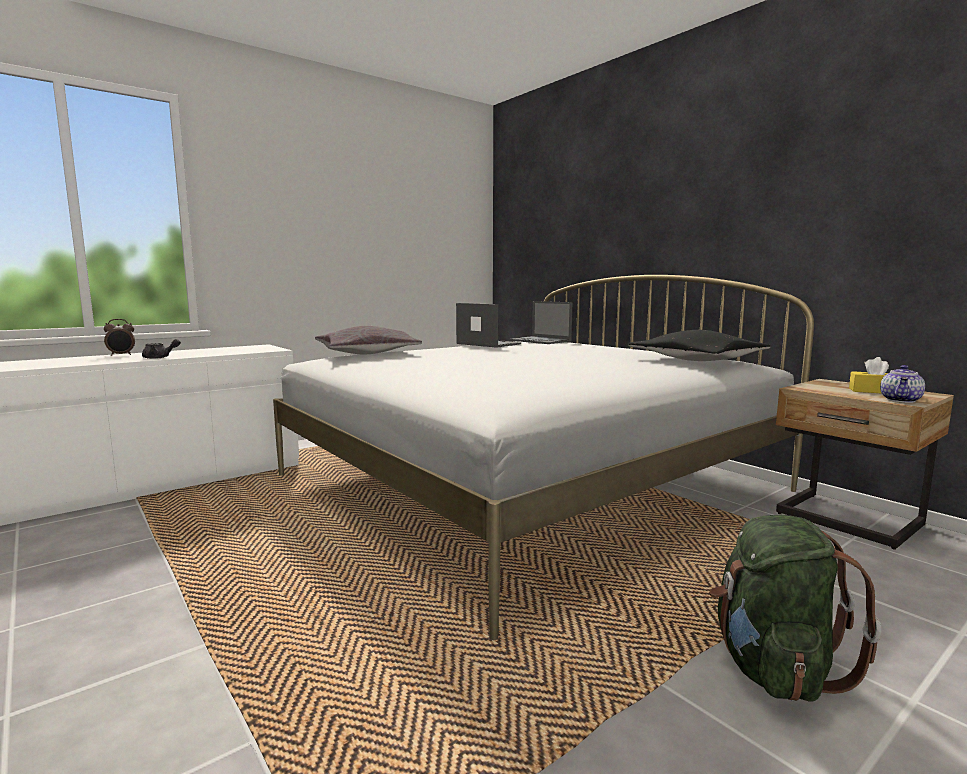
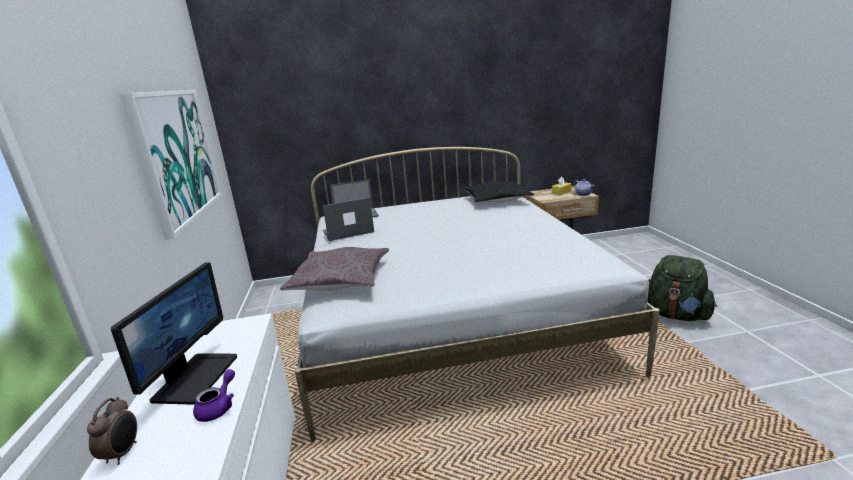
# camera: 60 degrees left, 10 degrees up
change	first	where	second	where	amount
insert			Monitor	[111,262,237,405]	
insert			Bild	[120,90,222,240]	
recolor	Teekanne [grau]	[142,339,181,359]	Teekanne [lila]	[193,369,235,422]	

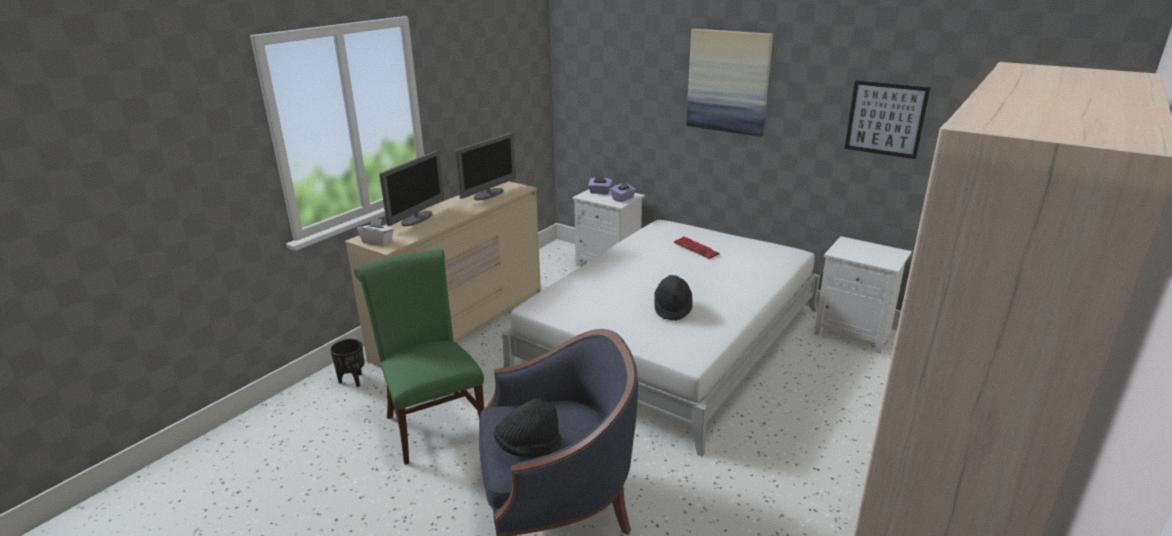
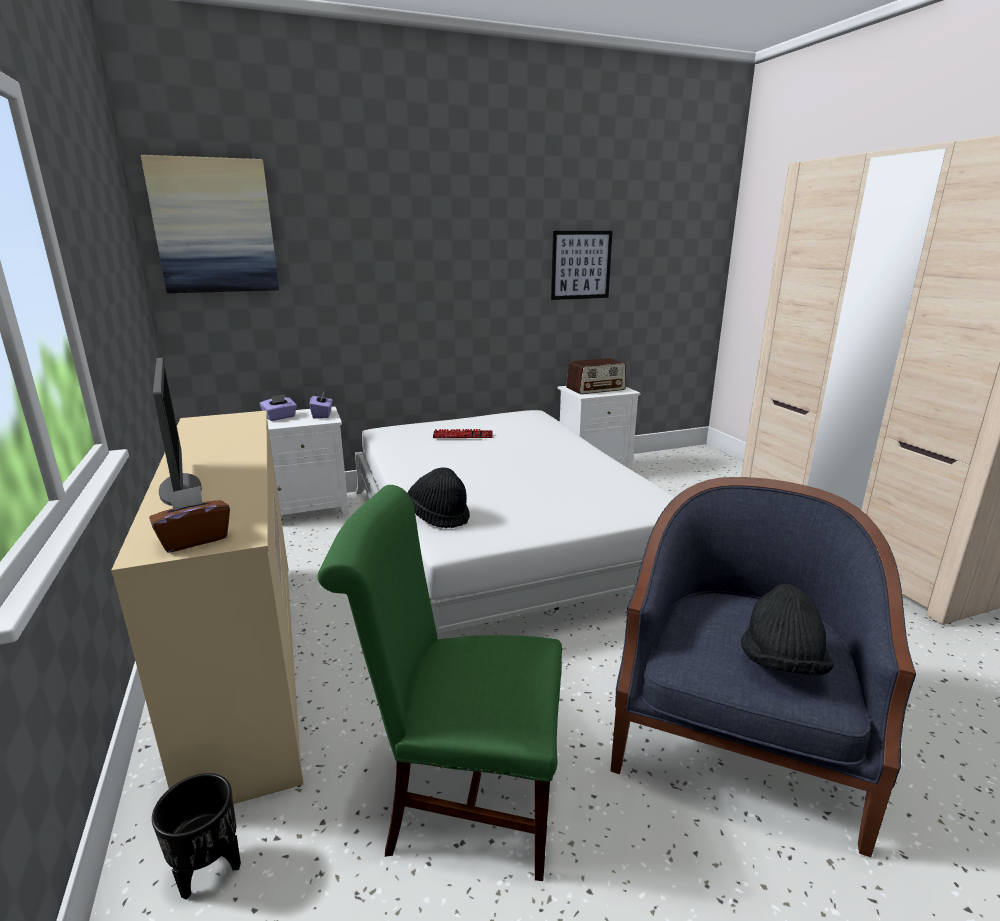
# camera: 55 degrees left, 5 degrees down
change	first	where	second	where	amount
move	Bild	[686,29,773,137]		[141,155,279,293]	
recolor	Taschentuchbox [weiß]	[357,218,394,246]	Taschentuchbox [braun]	[149,486,230,553]	
move	Hut [schwarz]	[654,275,693,321]		[408,468,470,528]	
insert			Radio	[566,358,626,394]	
delete	Monitor	[455,133,516,200]			

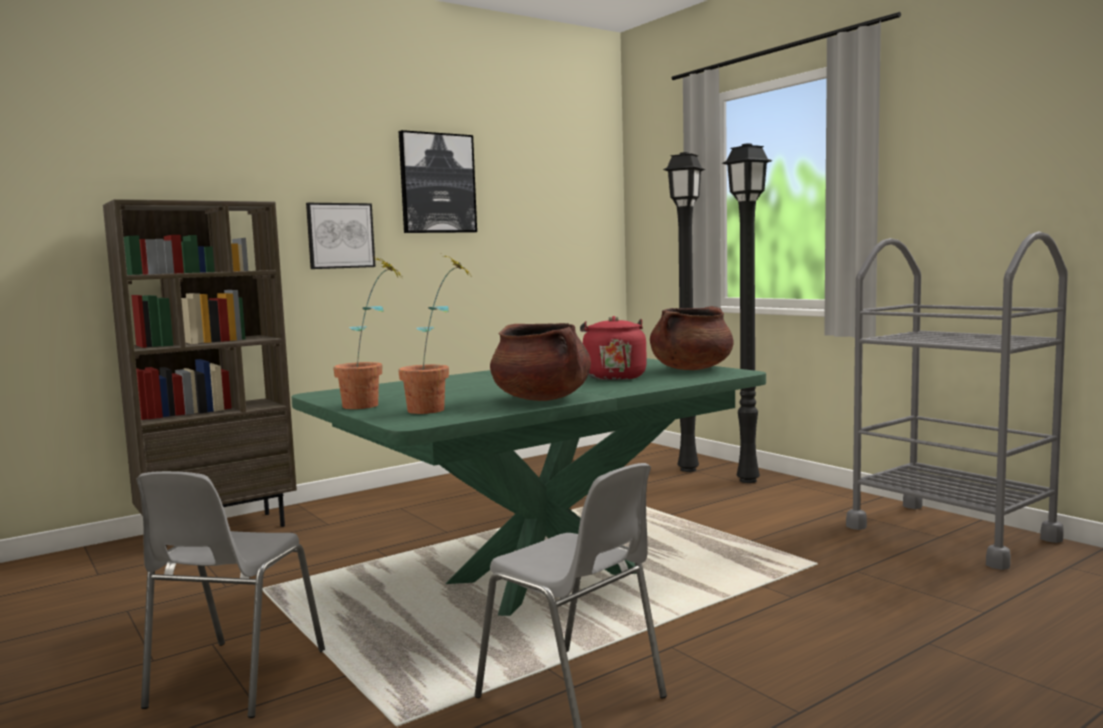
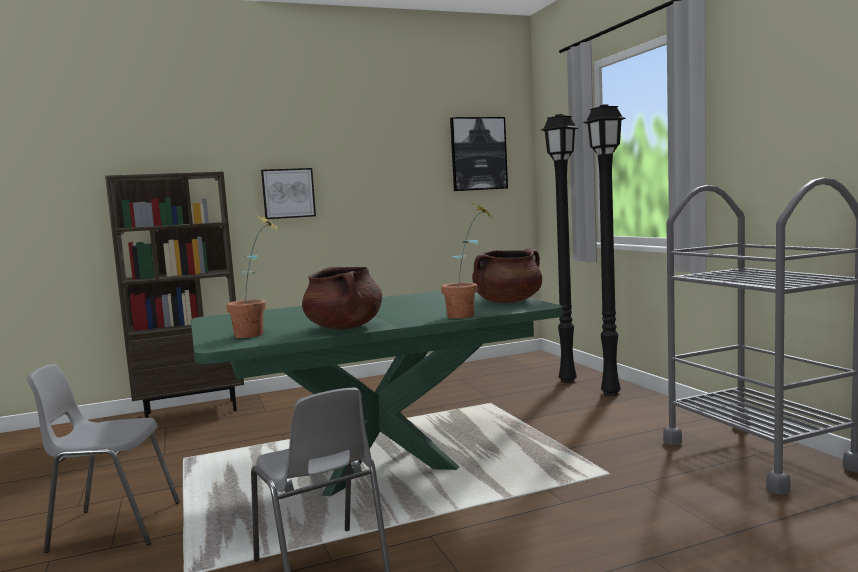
# camera: 15 degrees right, 0 degrees up
change	first	where	second	where	amount
rotate	Stuhl [grau]	[136,471,325,718]		[27,364,180,553]	60 degrees clockwise
move	Topfpflanze	[333,255,403,409]		[441,203,495,318]	
move	Bild	[399,130,477,233]		[450,117,508,191]	
delete	Wasserkessel [rot]	[580,316,647,380]			

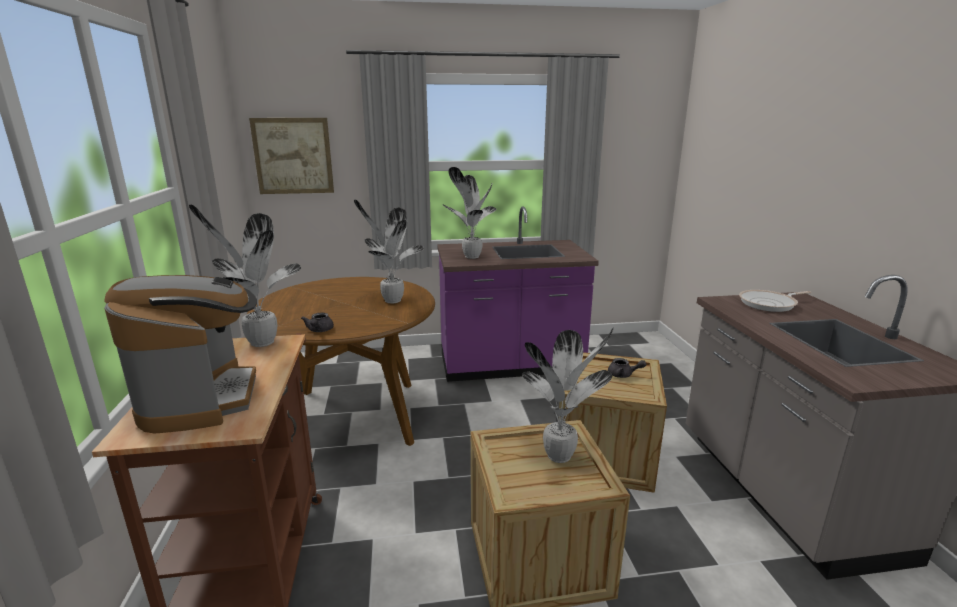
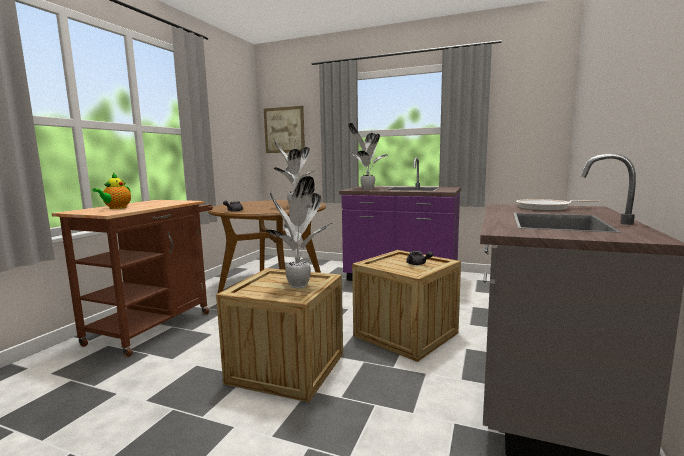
# camera: 30 degrees right, 10 degrees down
change	first	where	second	where	amount
replace	Kaffeemaschine	[104,275,257,433]	Teekanne	[92,173,131,209]	
delete	Topfpflanze	[189,204,301,347]			

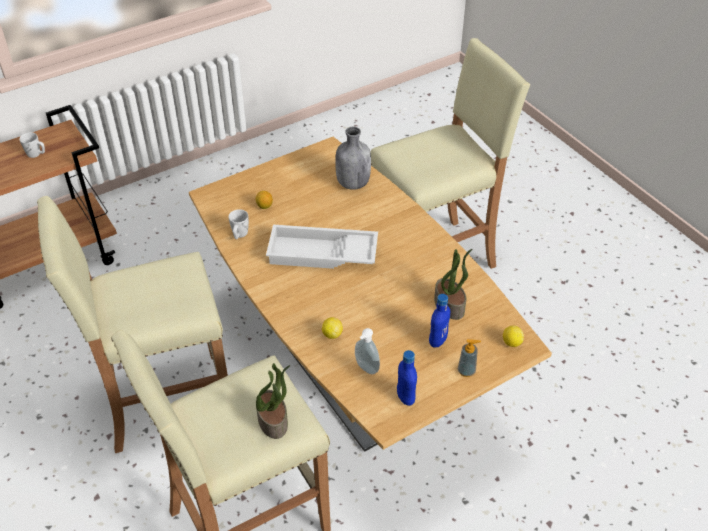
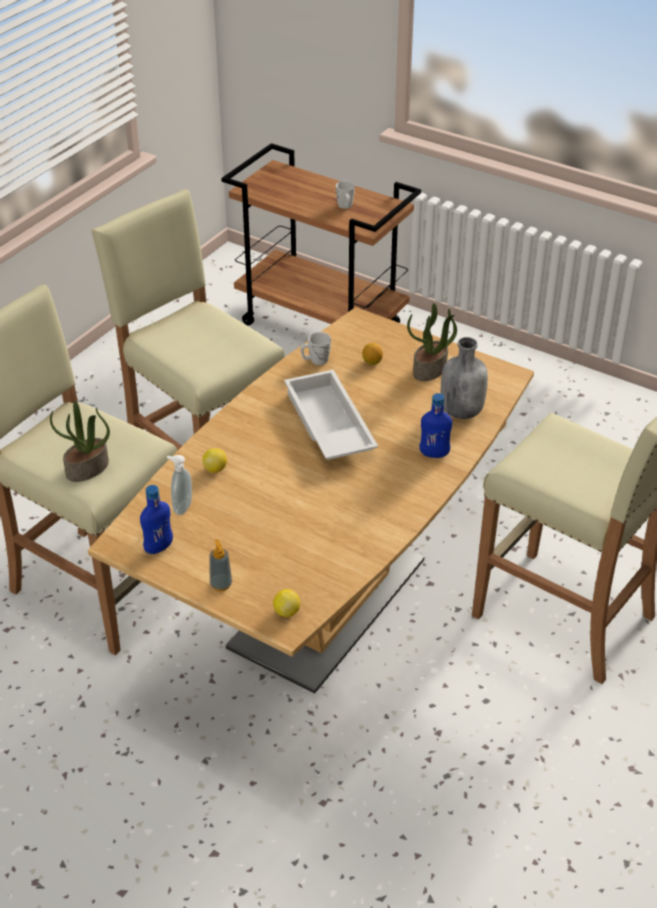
# camera: 65 degrees right, 5 degrees down
change	first	where	second	where	amount
move	Topfpflanze	[434,249,473,320]		[407,303,457,381]	
move	Flasche [blau]	[429,294,450,348]		[420,393,452,458]	

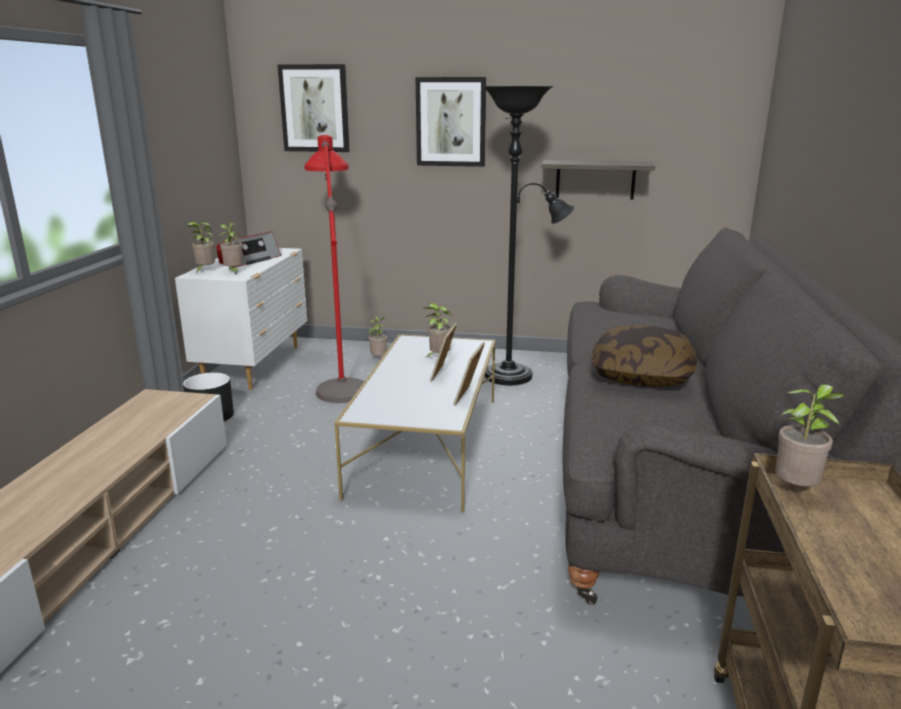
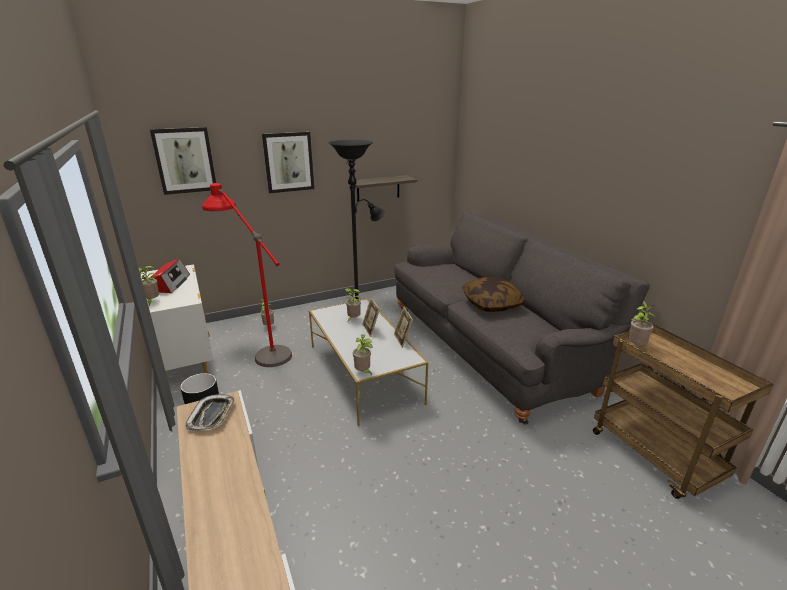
# camera: 35 degrees left, 5 degrees up
change	first	where	second	where	amount
insert			Tablett	[186,394,234,431]	
move	Topfpflanze	[219,223,243,275]		[353,334,372,375]	

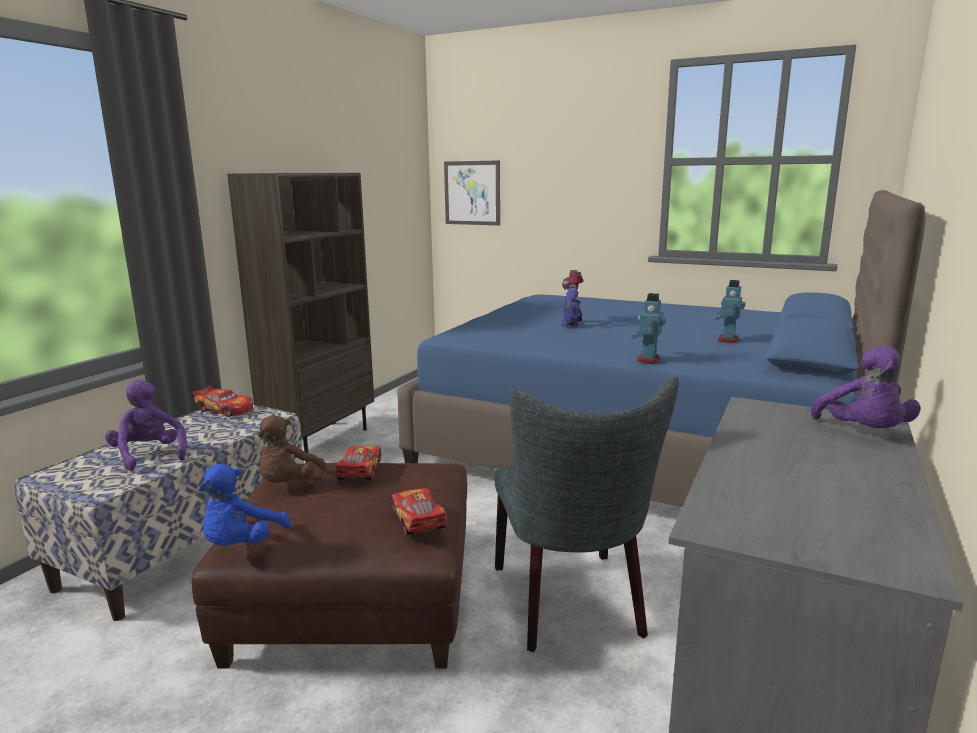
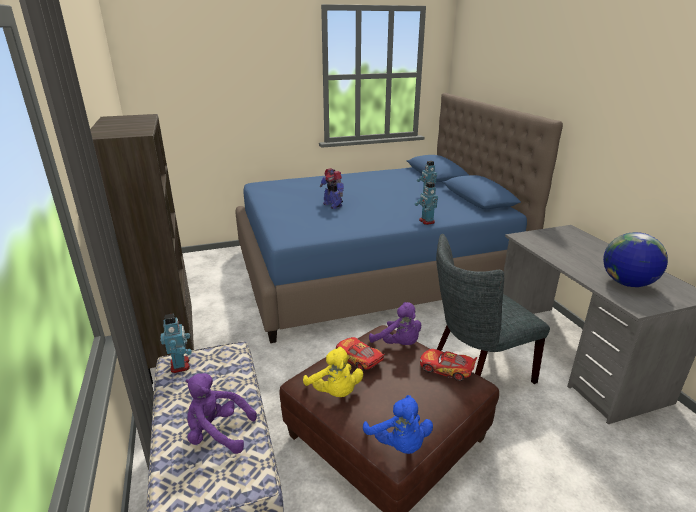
# camera: 45 degrees left, 10 degrees up
change	first	where	second	where	amount
replace	Spielzeugauto	[193,386,253,417]	Spielzeugroboter	[160,313,192,373]	
recolor	Plüschtier [braun]	[258,415,327,483]	Plüschtier [gelb]	[303,347,363,397]	
move	Plüschtier [lila]	[811,345,921,428]		[369,302,421,345]	
rotate	Stuhl [grau]	[494,377,679,652]		[436,234,550,384]	120 degrees clockwise
insert			Globus	[603,232,668,287]	
delete	Bild	[444,160,500,225]			

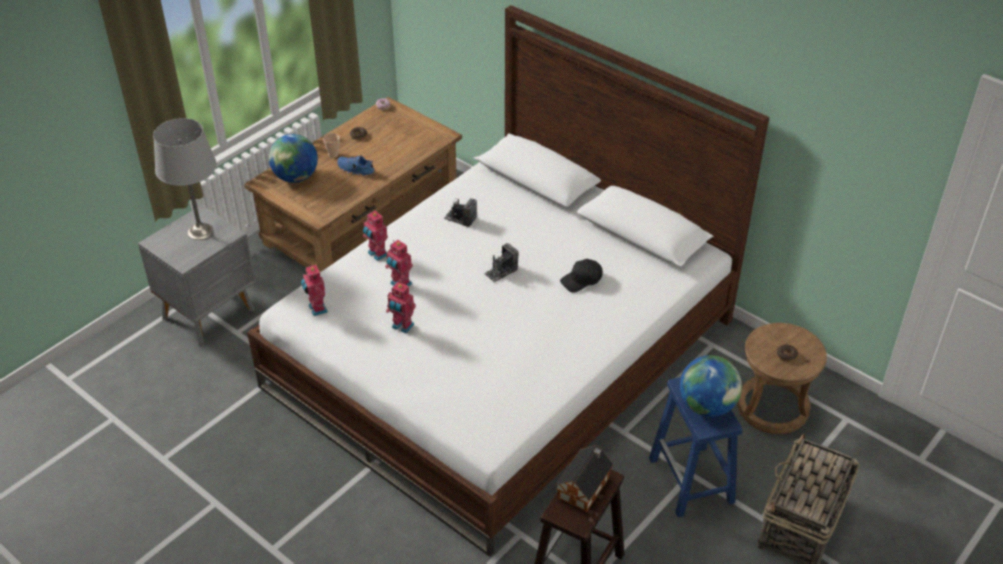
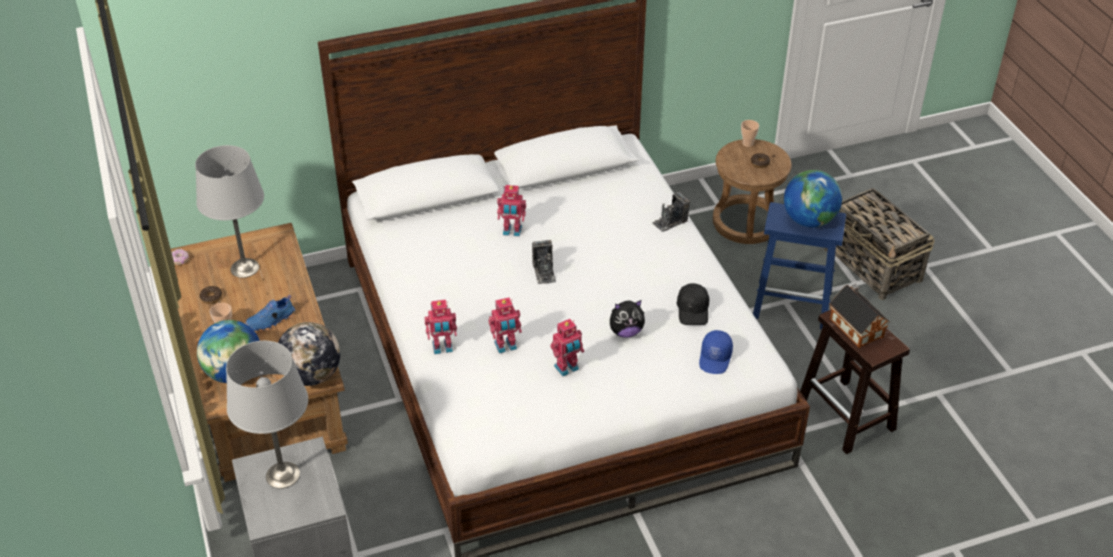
# camera: 60 degrees left, 0 degrees up
change	first	where	second	where	amount
insert			Tischlampe [grau]	[195,145,264,278]	
insert			Globus	[278,322,340,386]	
move	Spielzeugroboter	[301,264,328,316]		[497,185,526,236]	
insert			Plüschtier	[610,300,645,338]	
move	Kamera	[444,198,477,227]		[652,192,690,232]	
move	Kappe [schwarz]	[560,259,603,293]		[677,283,709,325]	
insert			Kappe [blau]	[699,330,733,374]	
insert			Tasse	[741,120,759,147]	

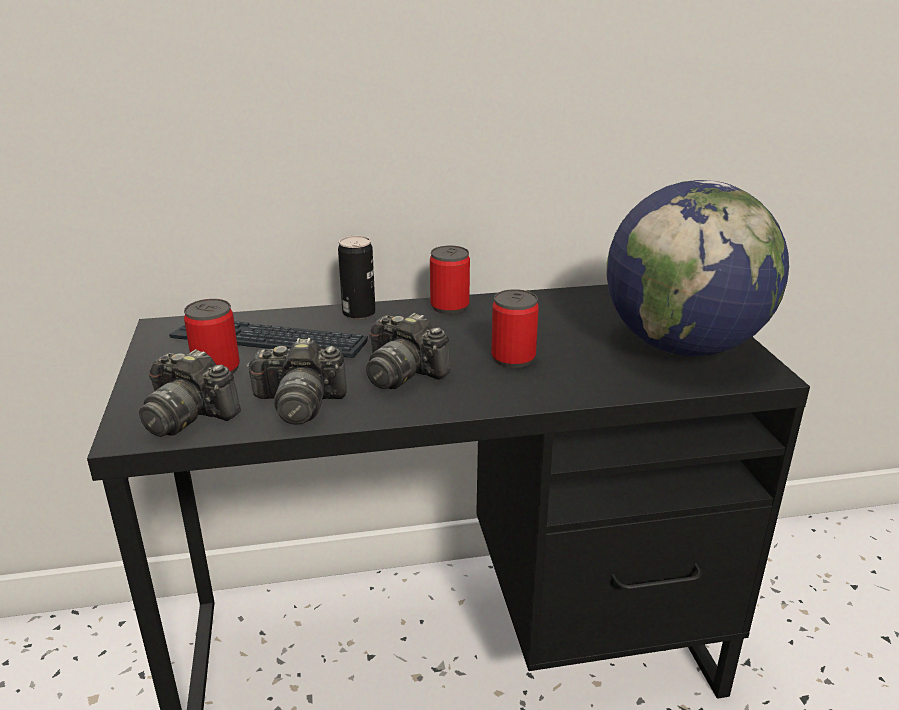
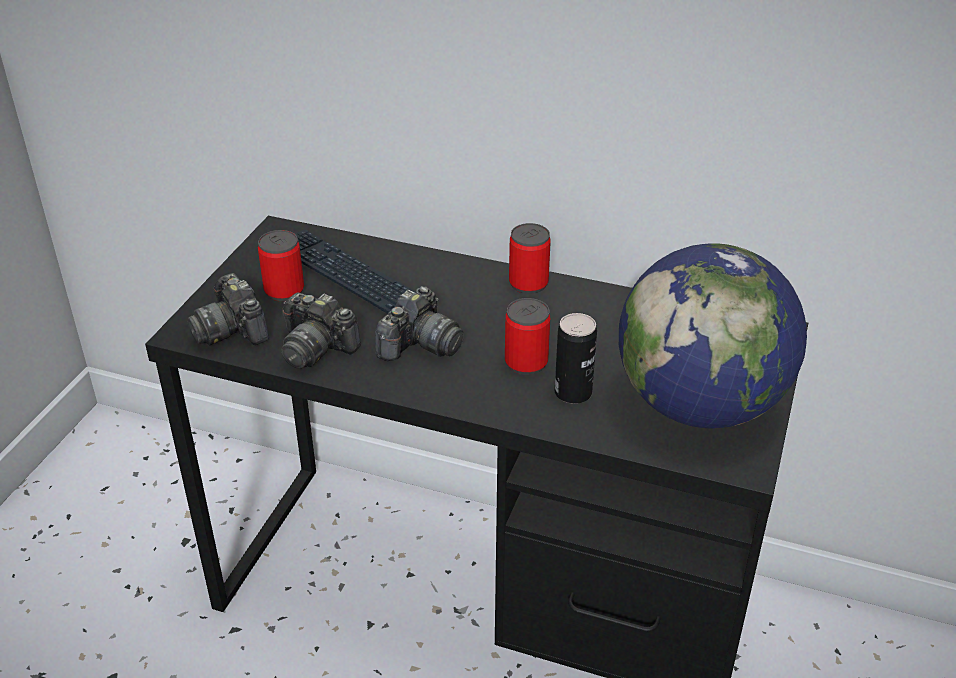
# camera: 30 degrees right, 10 degrees up
change	first	where	second	where	amount
rotate	Kamera	[366,313,451,389]		[375,286,464,361]	120 degrees counterclockwise
move	Dose	[338,236,376,319]		[555,313,597,404]	

